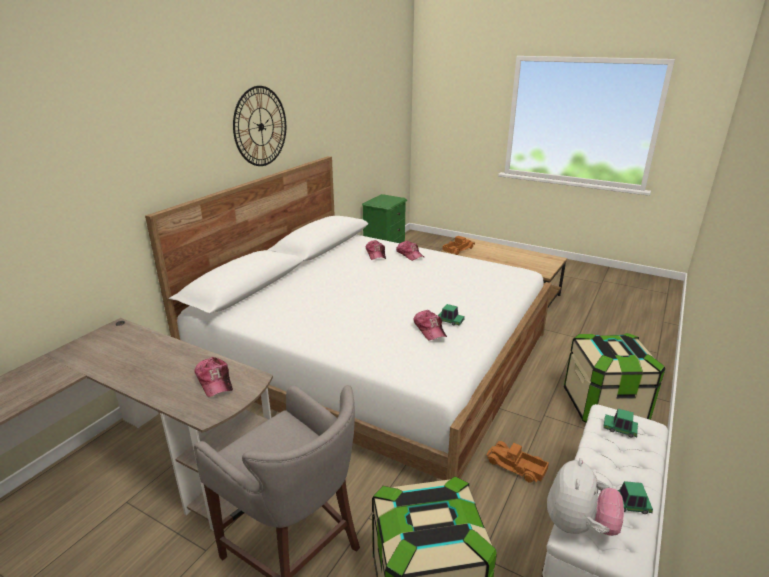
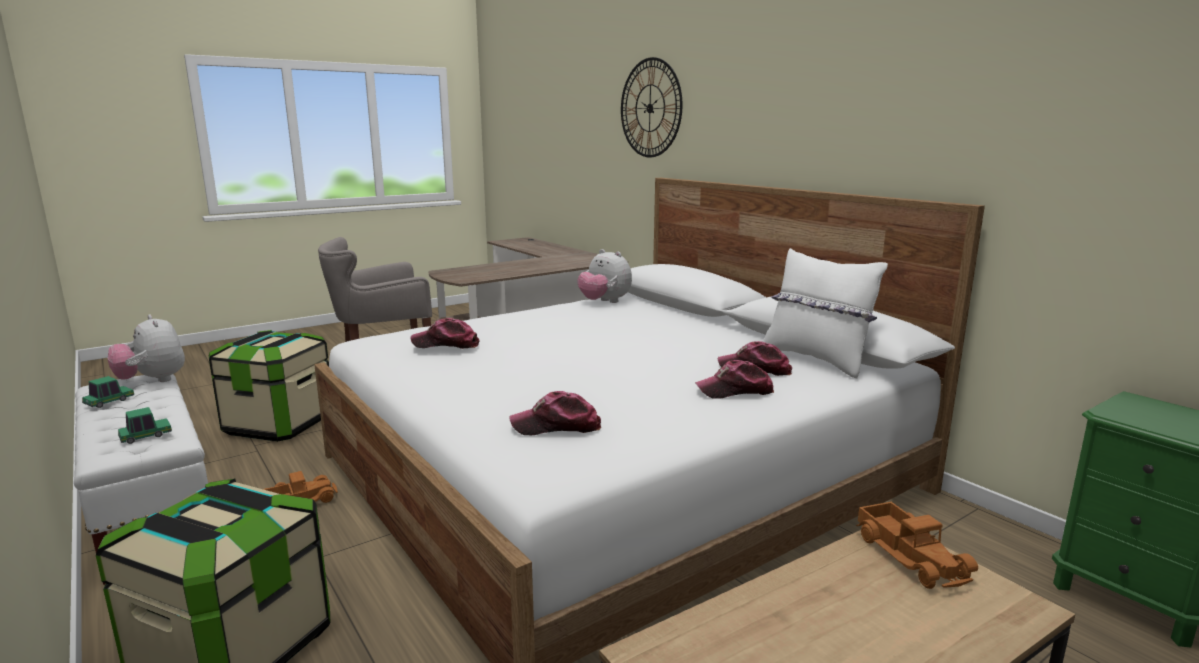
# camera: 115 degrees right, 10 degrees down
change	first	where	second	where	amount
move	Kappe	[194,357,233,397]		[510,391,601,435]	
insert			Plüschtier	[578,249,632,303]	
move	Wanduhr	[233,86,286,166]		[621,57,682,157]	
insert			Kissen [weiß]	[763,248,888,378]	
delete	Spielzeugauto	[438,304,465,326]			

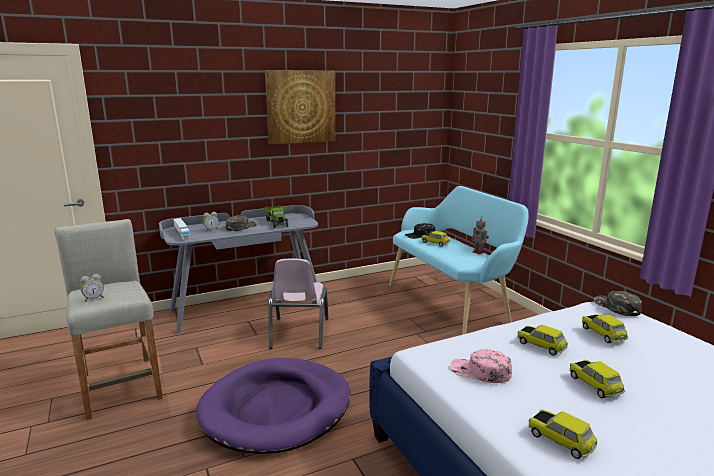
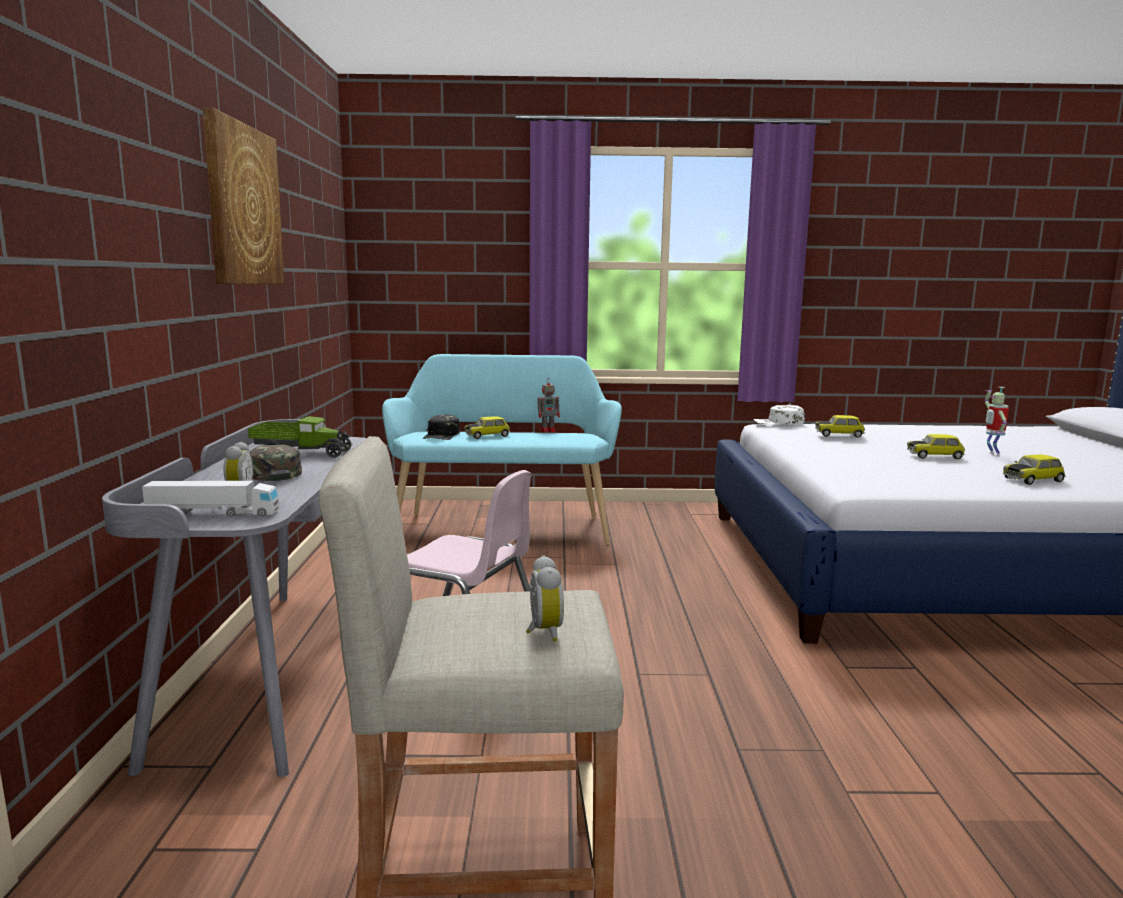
# camera: 65 degrees left, 5 degrees down
change	first	where	second	where	amount
recolor	Kappe [grün]	[594,291,642,316]	Kappe [weiß]	[753,405,805,425]	
insert			Spielzeugroboter	[985,387,1009,457]	
delete	Hundebett [lila]	[196,358,351,454]			
delete	Kappe [rosa]	[450,349,512,383]			
delete	Spielzeugauto	[517,325,568,356]			

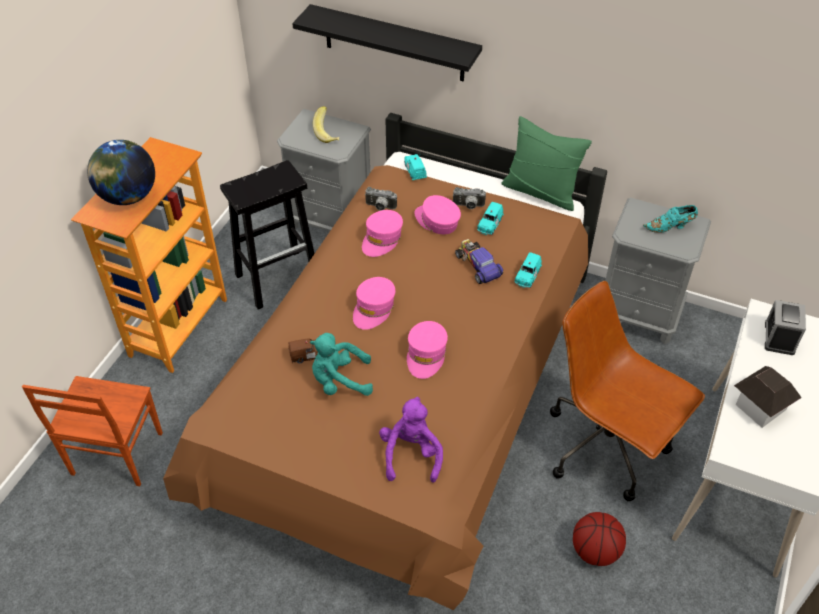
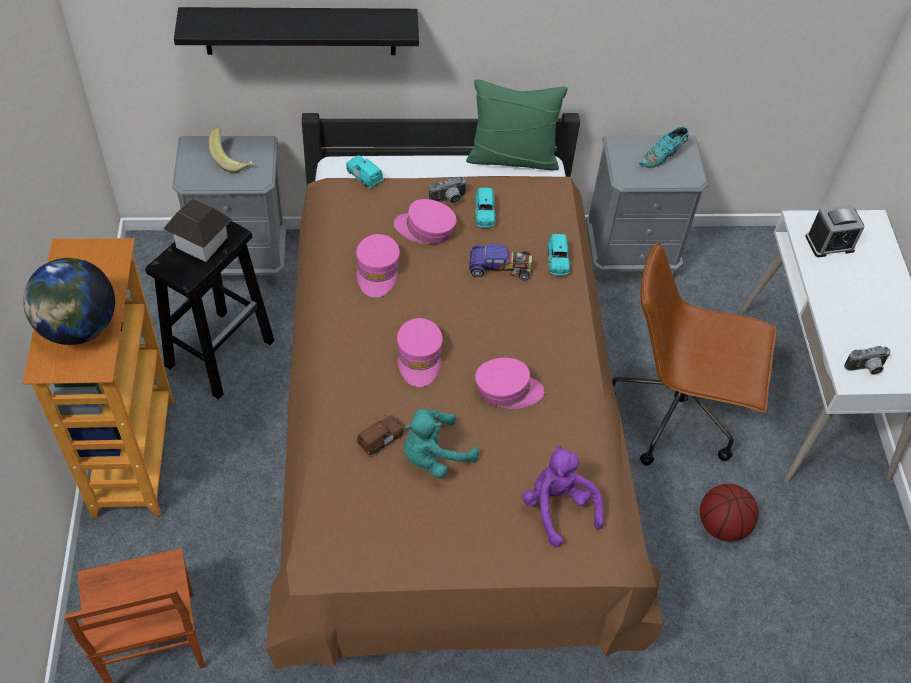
# camera: 30 degrees left, 5 degrees up
change	first	where	second	where	amount
move	Spielzeughaus	[734,366,802,428]		[163,199,232,262]	
rotate	Spielzeugauto	[455,239,503,284]		[469,243,532,280]	150 degrees clockwise
rotate	Kappe [rosa]	[407,321,448,379]		[475,358,544,409]	75 degrees counterclockwise
rotate	Wecker	[765,300,806,355]		[805,204,865,257]	90 degrees counterclockwise
move	Kamera	[365,187,397,211]		[844,346,891,375]	

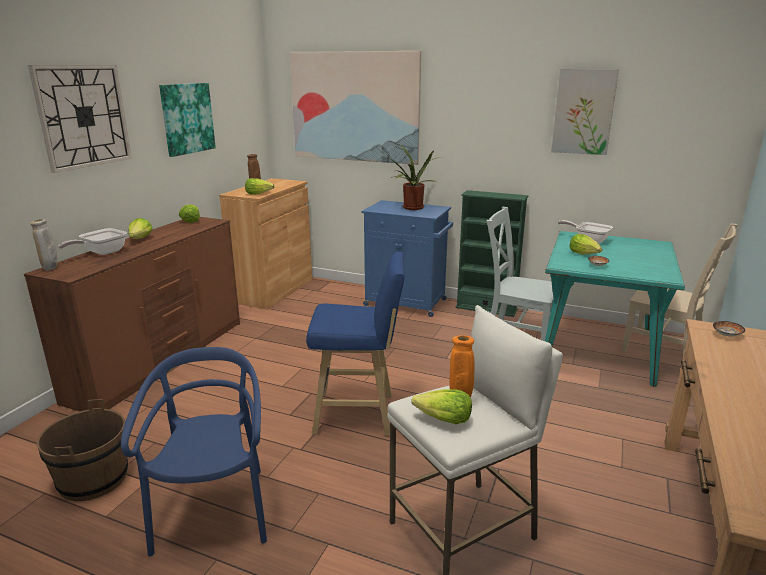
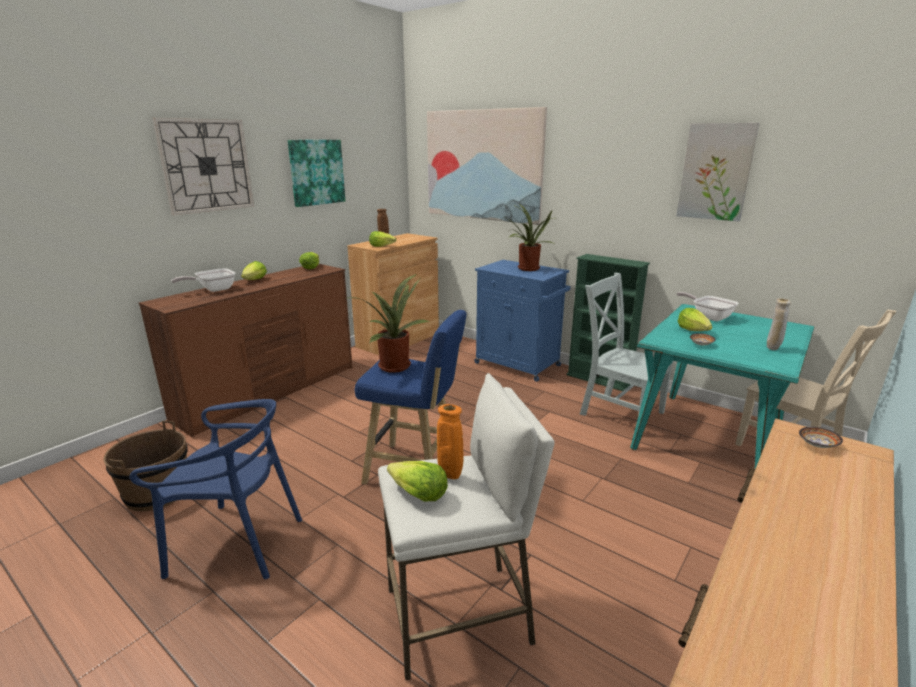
# camera: 15 degrees right, 0 degrees up
change	first	where	second	where	amount
rotate	Stuhl [blau]	[121,347,267,557]		[129,399,302,579]	90 degrees clockwise
insert			Topfpflanze	[349,274,429,373]	
move	Vase [beige]	[30,219,57,271]		[767,298,791,350]	

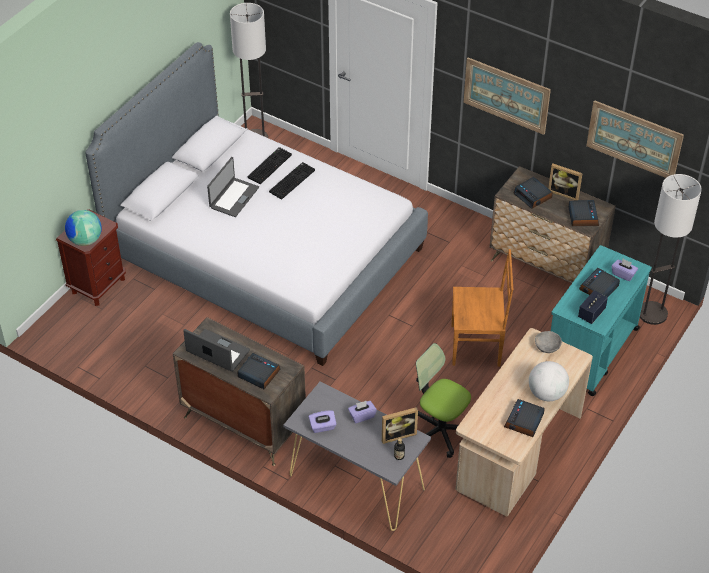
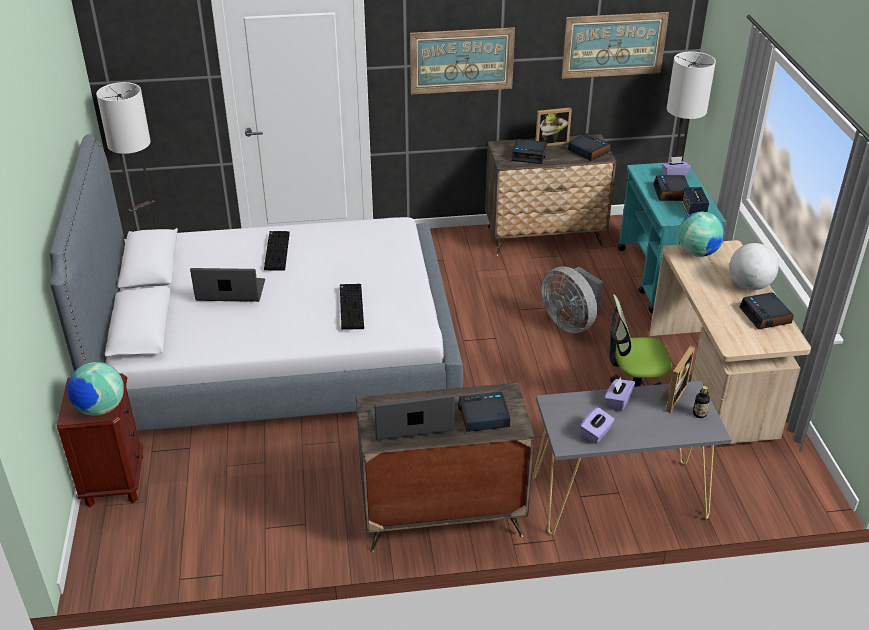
# camera: 40 degrees left, 10 degrees down
change	first	where	second	where	amount
rotate	Laptop	[207,157,259,217]		[190,268,265,302]	75 degrees counterclockwise
move	Tastatur	[248,147,292,184]		[340,284,364,330]	
replace	Stuhl [braun]	[451,249,513,367]	Ventilator [grau]	[541,267,603,333]	
replace	Schüssel [grau]	[535,331,562,353]	Globus	[678,212,724,257]	

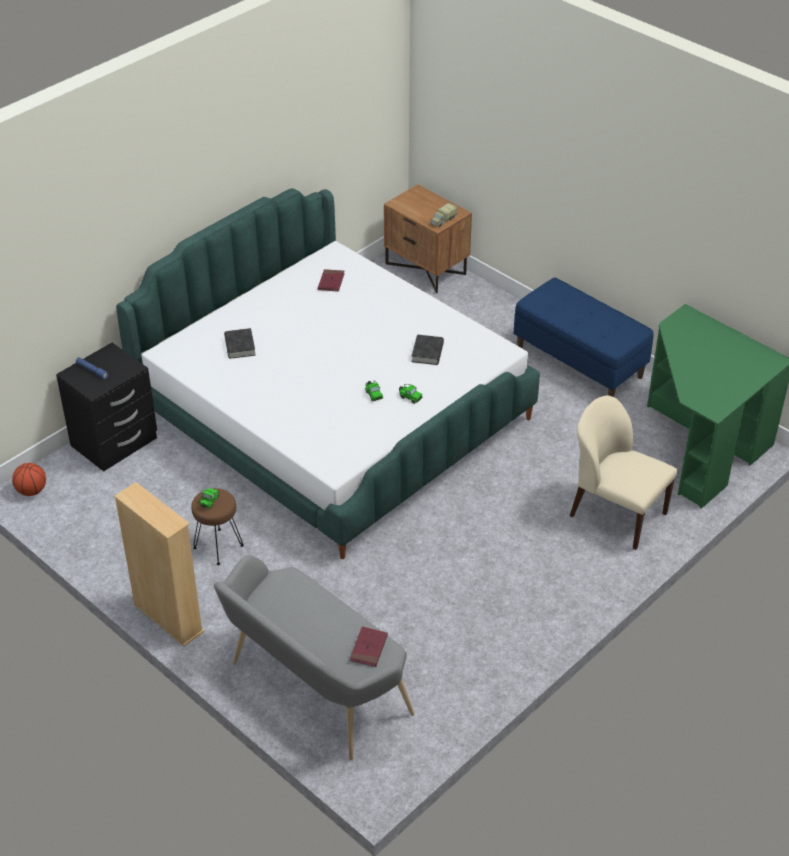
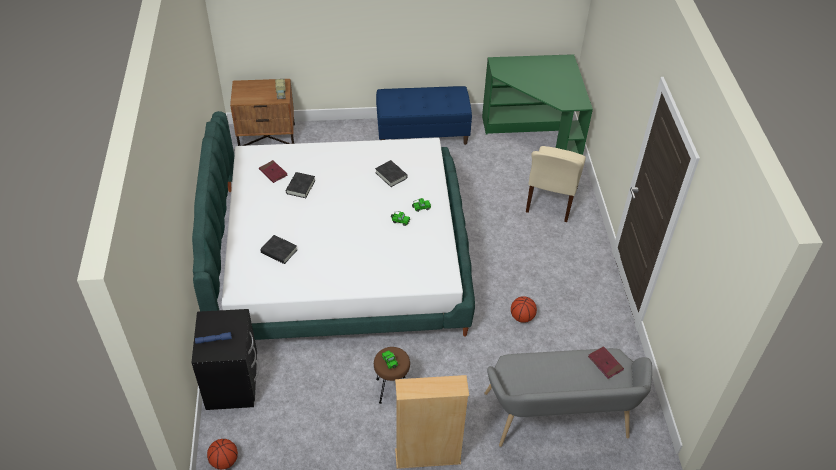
# camera: 50 degrees left, 5 degrees up
change	first	where	second	where	amount
insert			Buch [schwarz]	[286,172,315,198]	
insert			Basketball	[511,296,537,323]	
rotate	Stuhl [beige]	[570,395,677,550]		[526,146,586,222]	60 degrees counterclockwise

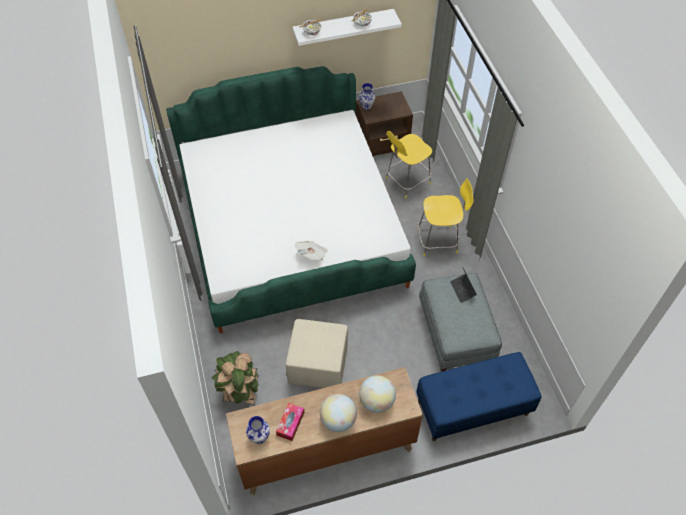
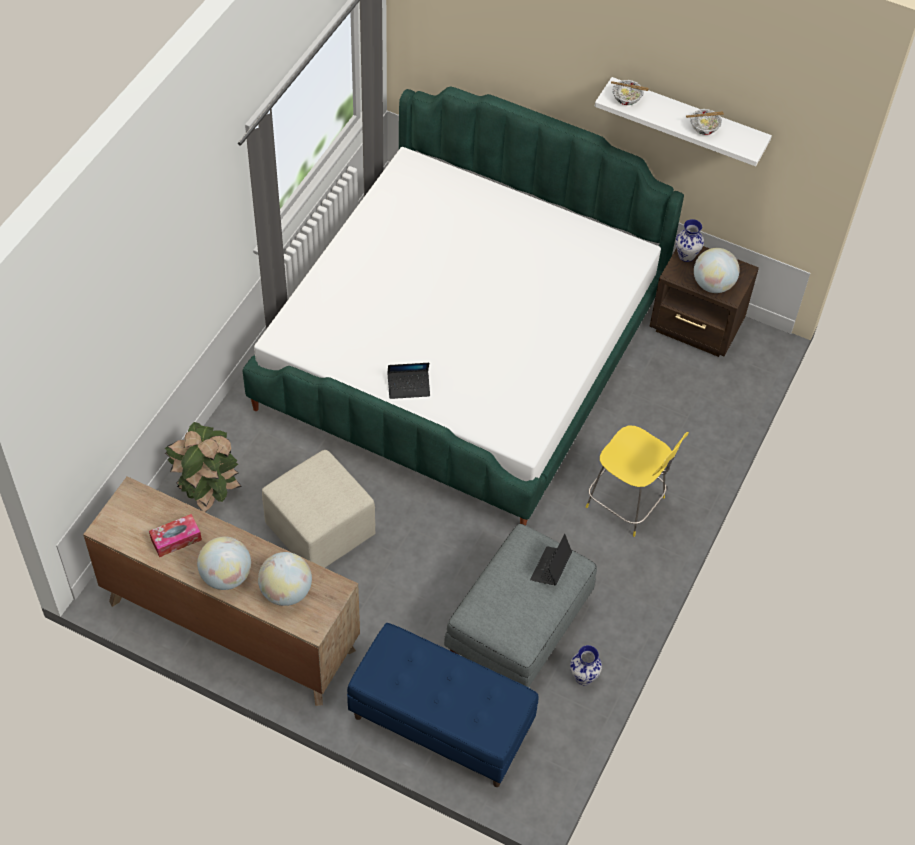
# camera: 40 degrees right, 0 degrees up
change	first	where	second	where	amount
replace	Zeitung	[295,241,328,260]	Laptop	[387,363,430,399]	
move	Vase	[246,416,270,444]		[570,645,602,685]	
insert			Globus	[694,248,739,293]	
delete	Stuhl [gelb]	[386,131,432,198]			

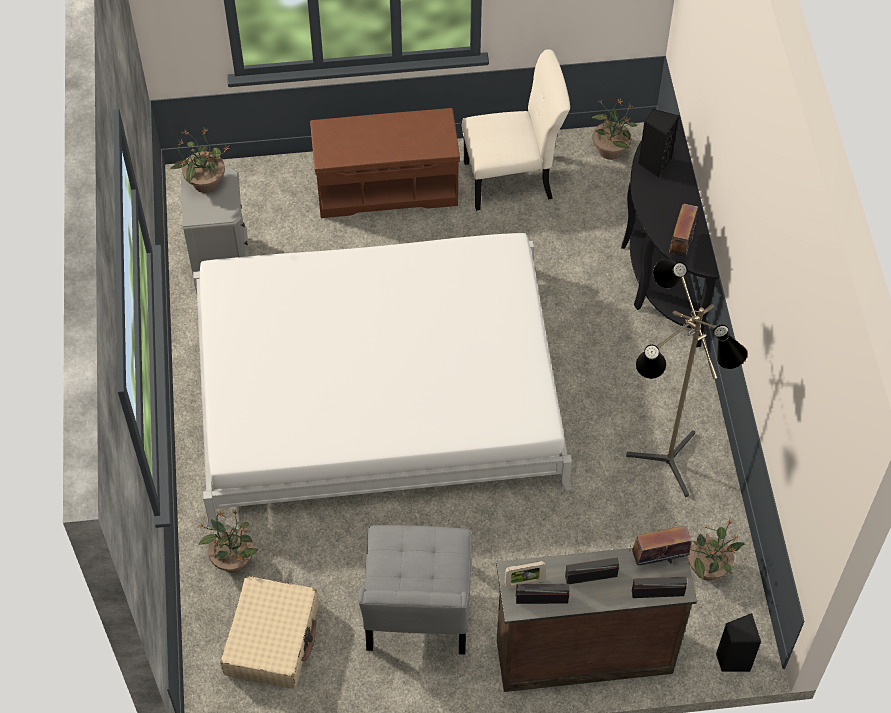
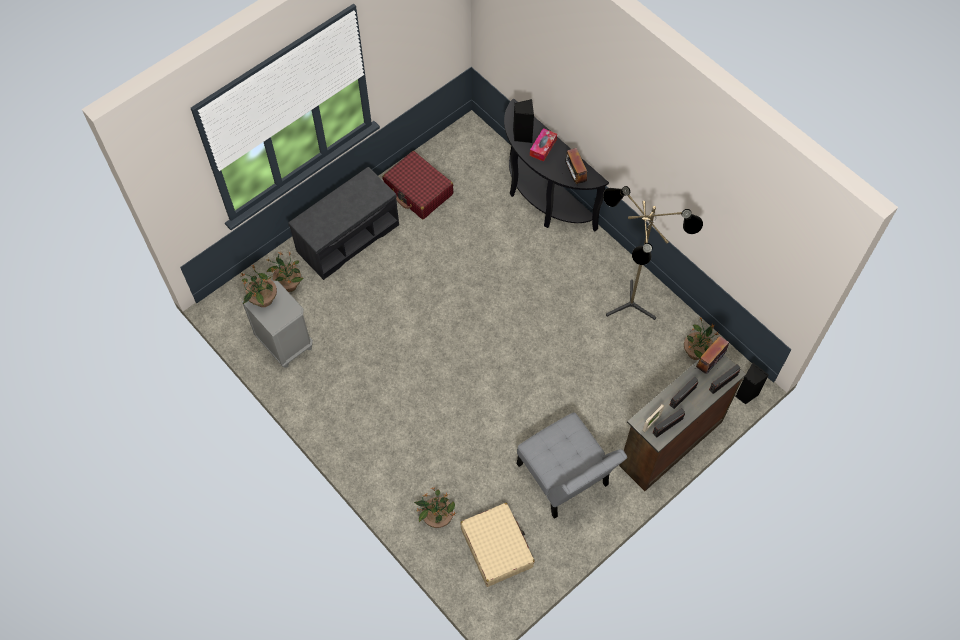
# camera: 35 degrees left, 5 degrees up
change	first	where	second	where	amount
move	Topfpflanze	[592,98,637,160]		[267,251,304,292]	
recolor	Bank [braun]	[310,108,460,218]	Bank [grau]	[288,167,399,280]	
replace	Stuhl [beige]	[462,49,570,211]	Koffer [rot]	[382,151,453,219]	
insert			Taschentuchbox	[530,128,557,162]	
delete	Bett [weiß]	[193,233,572,527]			

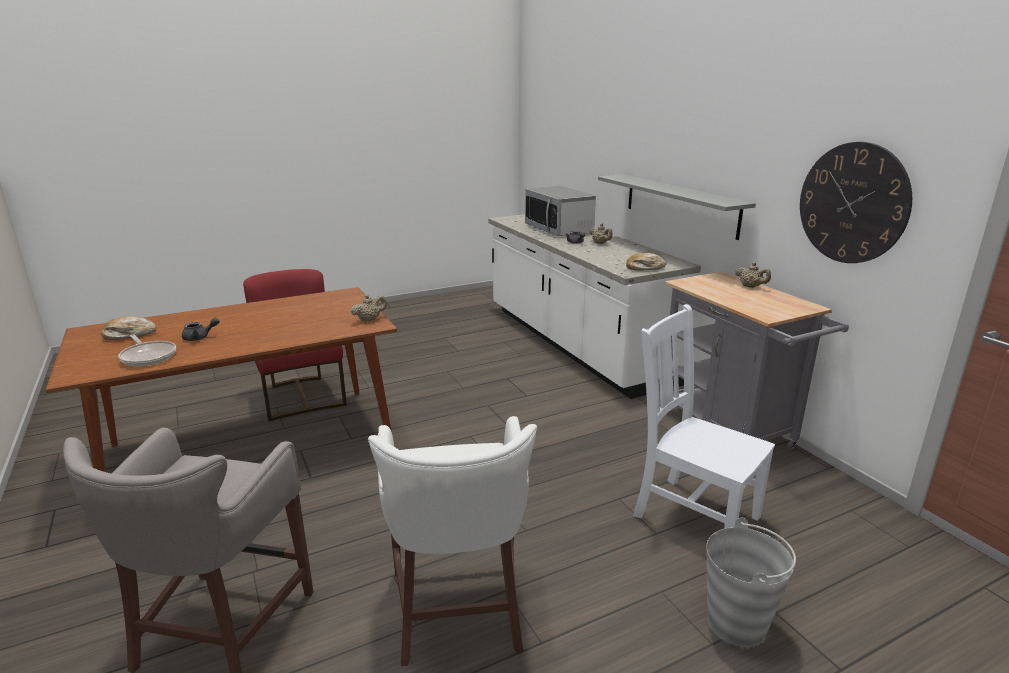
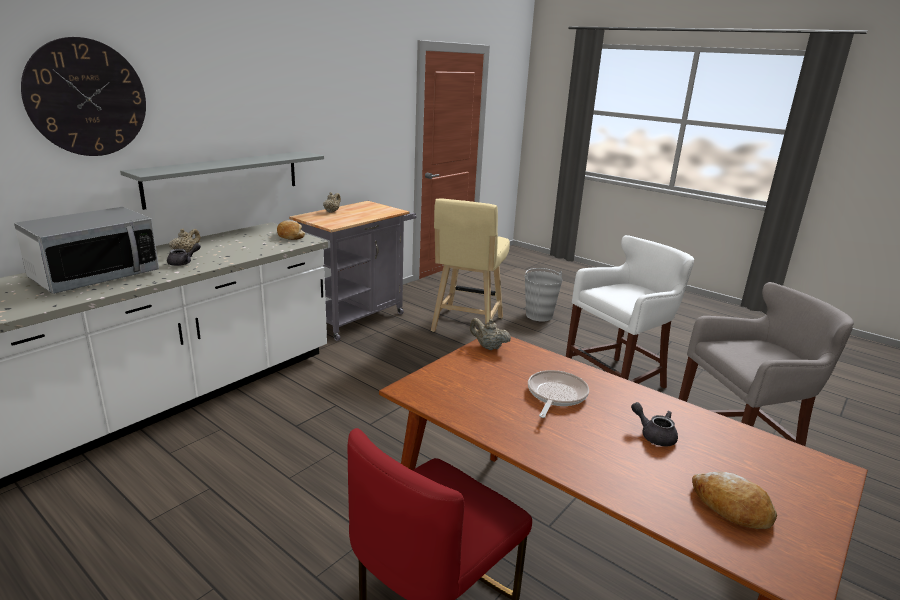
# camera: 115 degrees left, 0 degrees up
change	first	where	second	where	amount
move	Wanduhr	[800,142,912,263]		[21,37,146,156]	
replace	Stuhl [weiß]	[633,304,775,529]	Hocker [beige]	[431,199,510,332]	
move	Pfanne	[118,334,176,366]		[528,370,589,418]	

